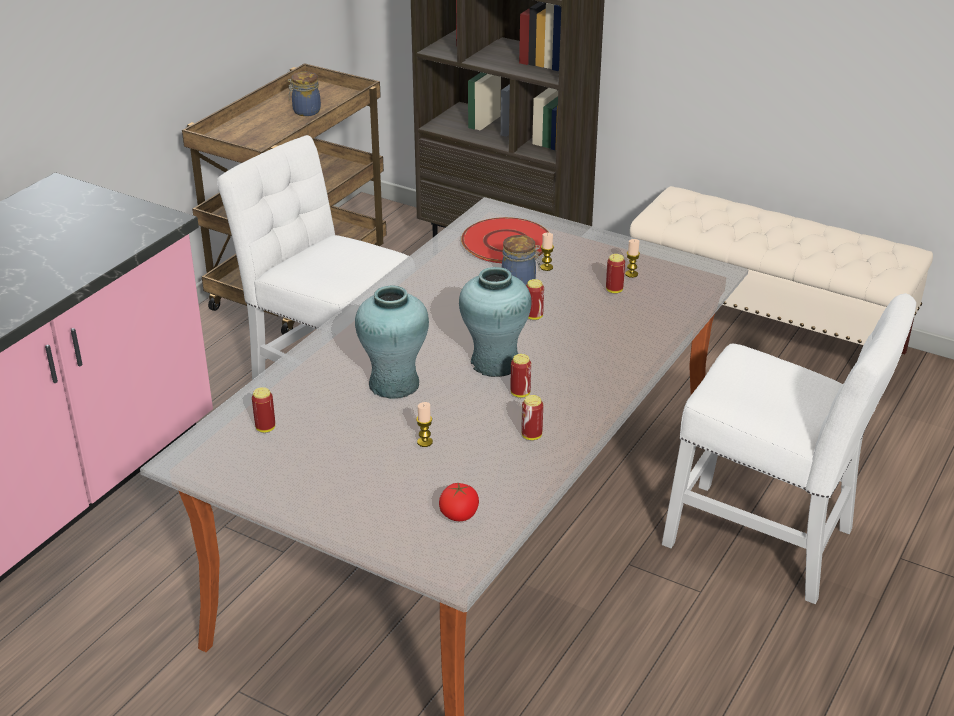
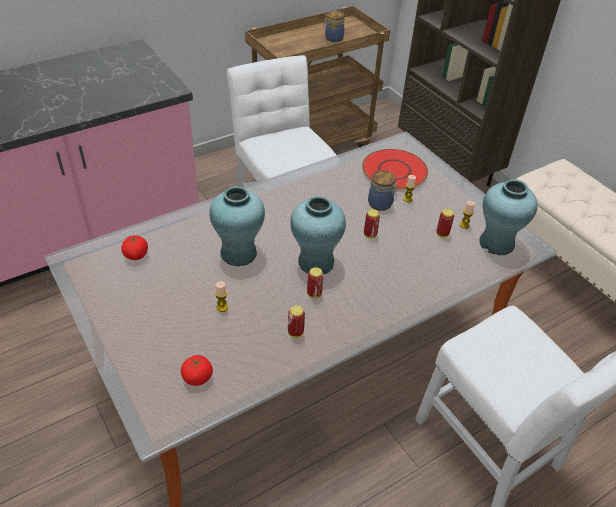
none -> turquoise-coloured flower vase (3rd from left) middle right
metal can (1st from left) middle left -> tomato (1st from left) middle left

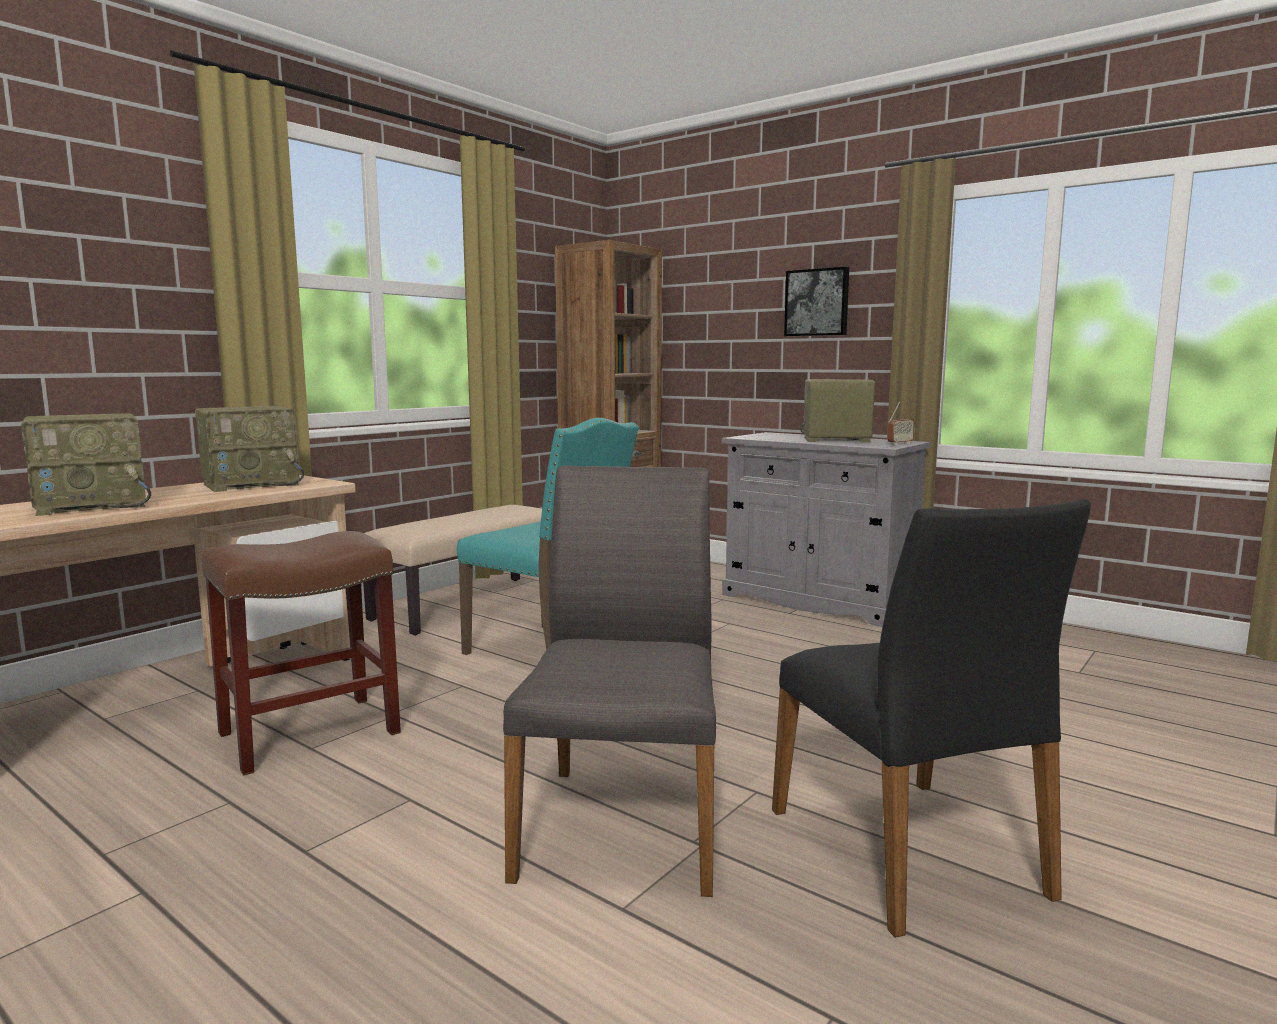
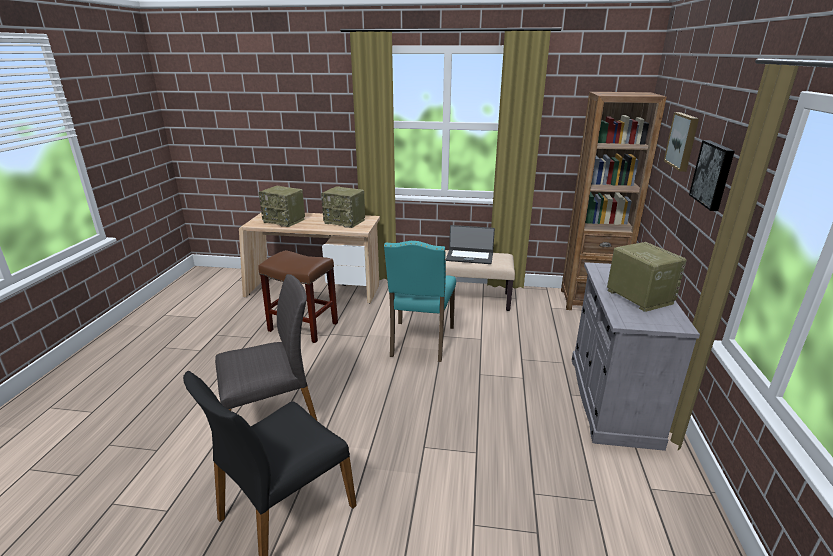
radio set (4th from left) middle right -> none
none -> portable computer centre
none -> picture (1st from left) top right

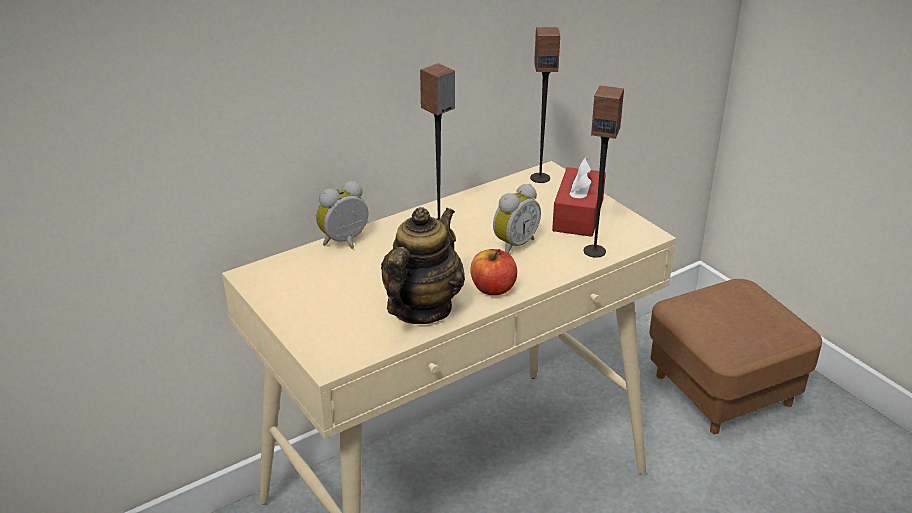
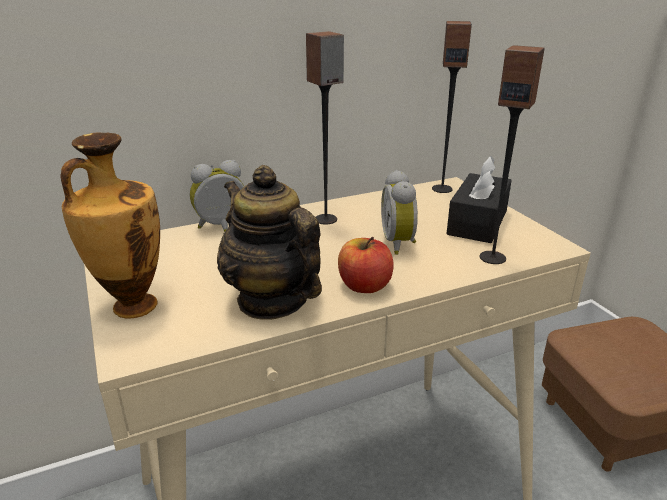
none -> flower vase middle left
red box of tissues centre -> blackish box of tissues middle right
tea pot centre, 75 degrees counterclockwise
bedside clock (2nd from left) centre, 120 degrees clockwise

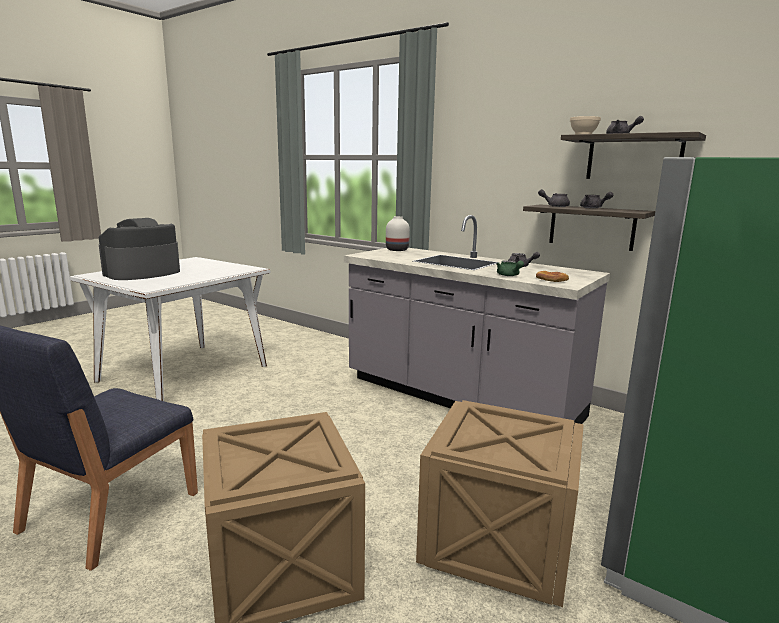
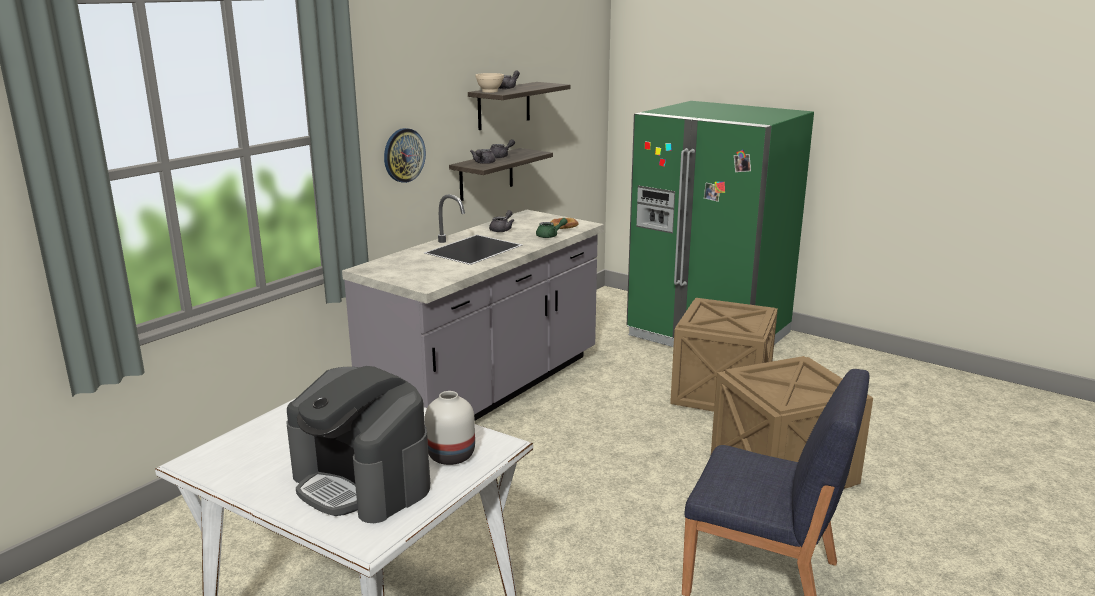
none -> clock on the wall top centre
whitish flower vase centre -> whitish flower vase bottom centre, moved

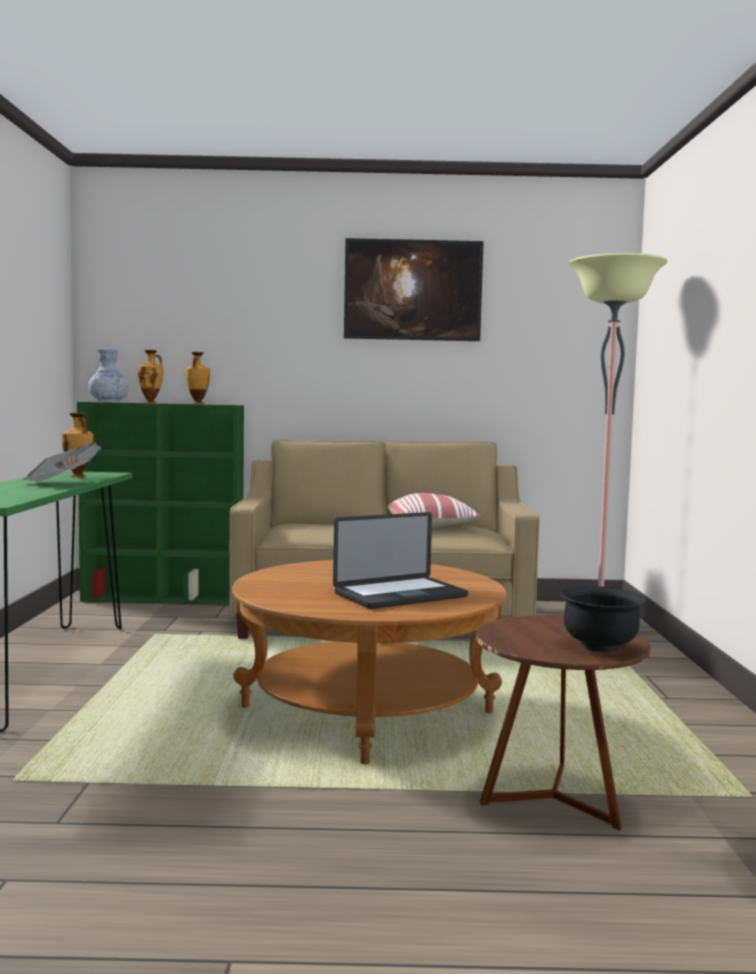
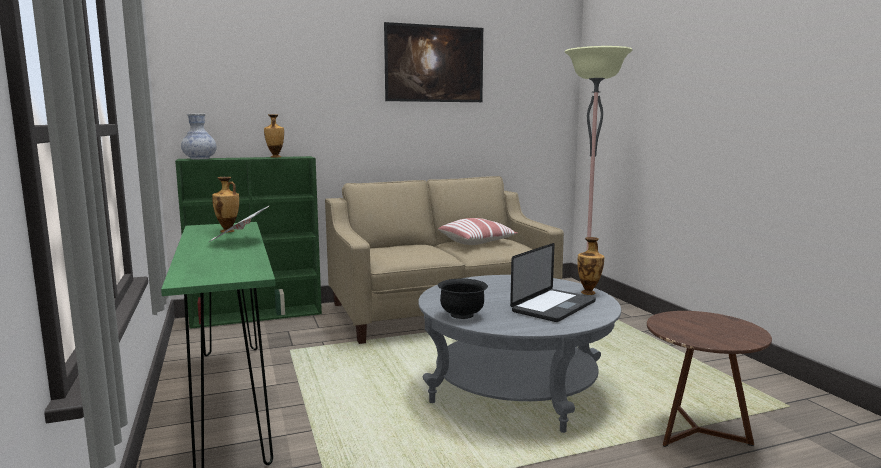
flower vase (3rd from left in the first image) middle left -> flower vase (4th from left) middle right, moved
blackish bowl middle right -> blackish bowl centre, moved
brown-coloured coffee table bottom centre -> gray coffee table bottom centre

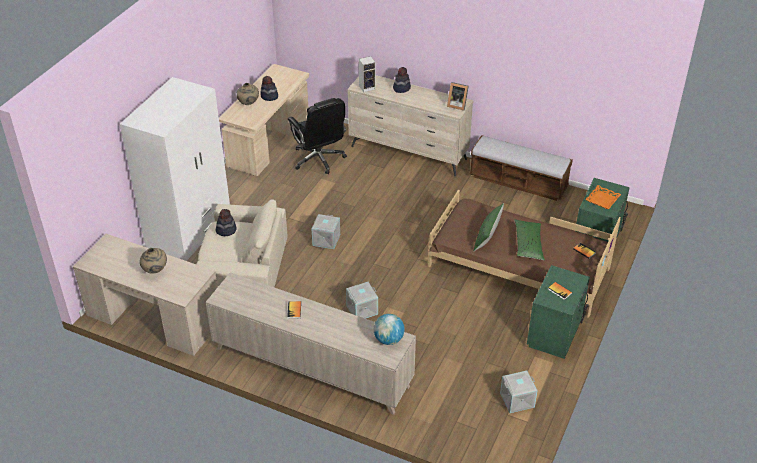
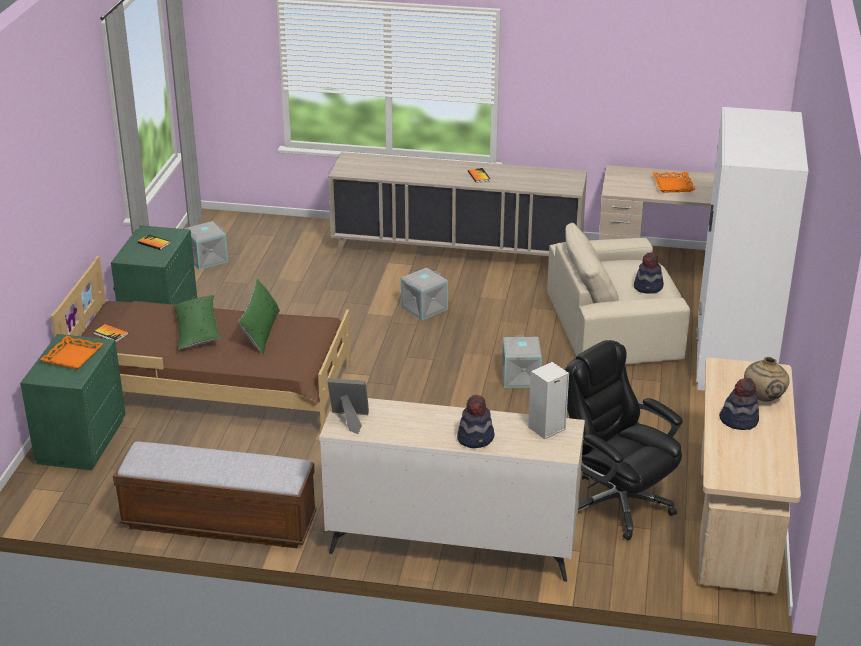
desk globe bottom centre -> none
beige-coloured flower vase (1st from left) middle left -> orange-coloured tray (2nd from left) top right

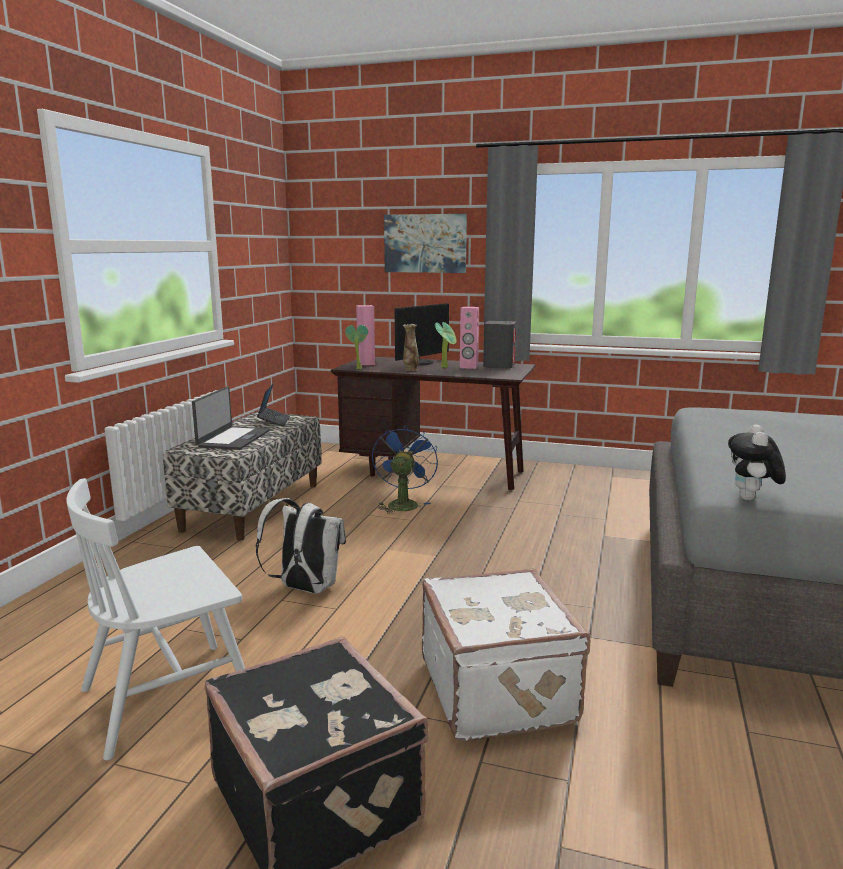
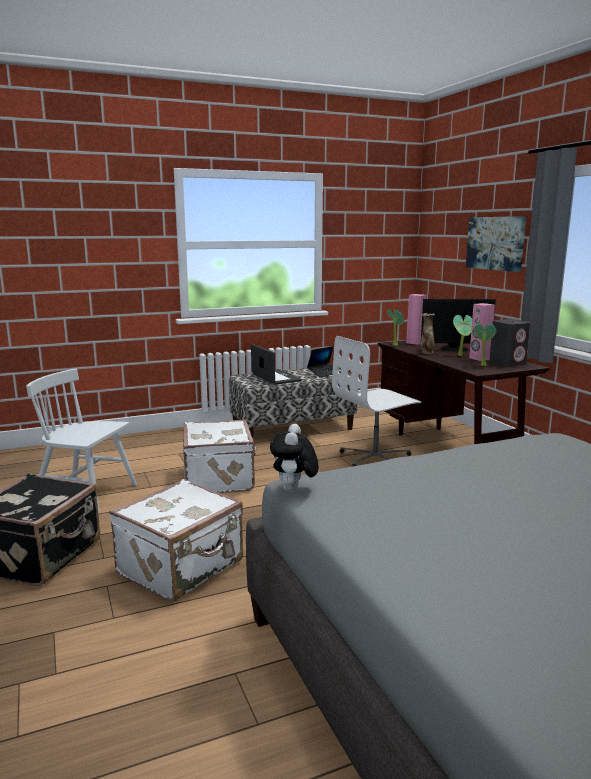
none -> houseplant (3rd from left) middle right
whitish backpack centre -> whitish piece of luggage (2nd from left) centre
blue-coloured cooling fan centre -> whitish desk chair centre
portable computer (1st from left) middle left -> portable computer (1st from left) centre, 90 degrees counterclockwise
plush toy middle right -> plush toy centre, 60 degrees counterclockwise

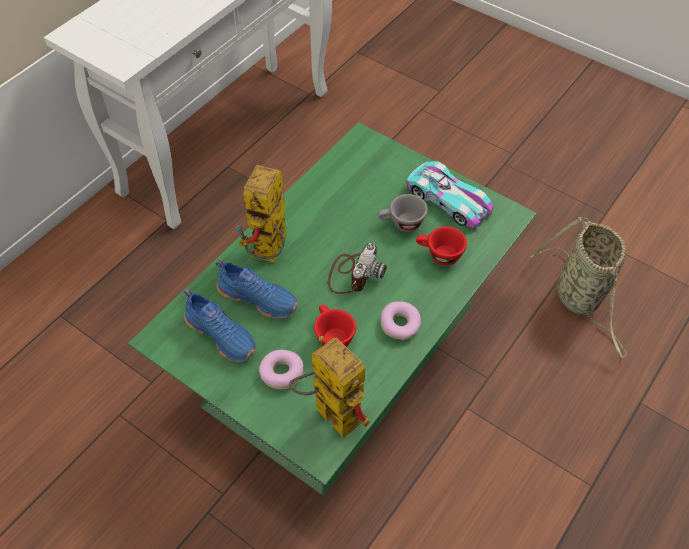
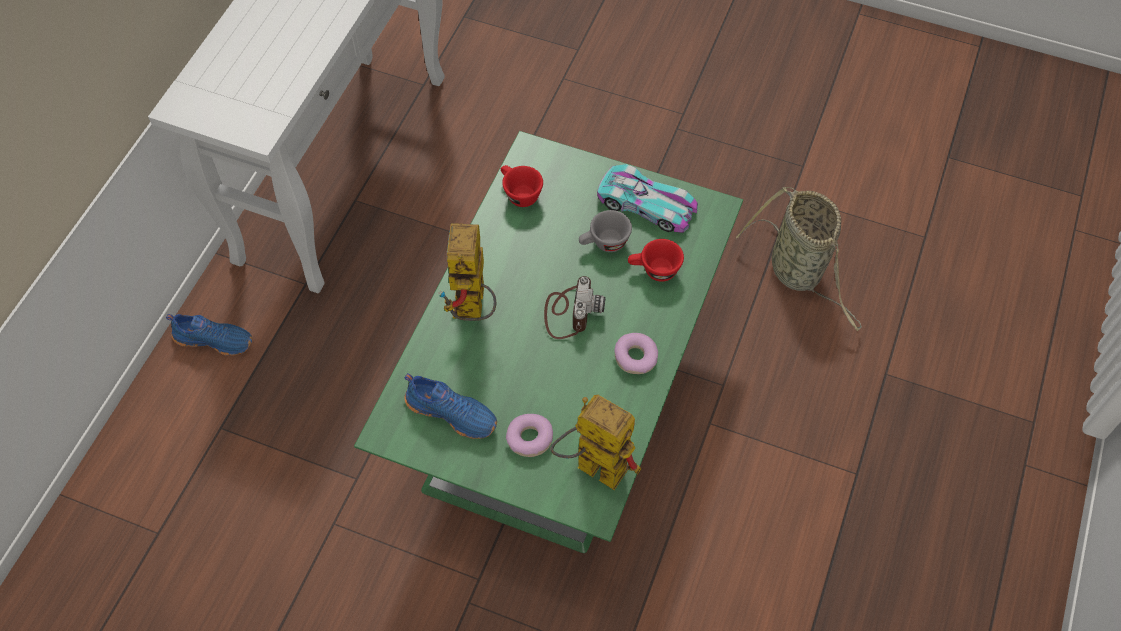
blue-coloured low shoe (2nd from left in the first image) centre -> blue-coloured low shoe (1st from left) middle left, moved
red cup (1st from left) centre -> red cup (1st from left) top centre, moved

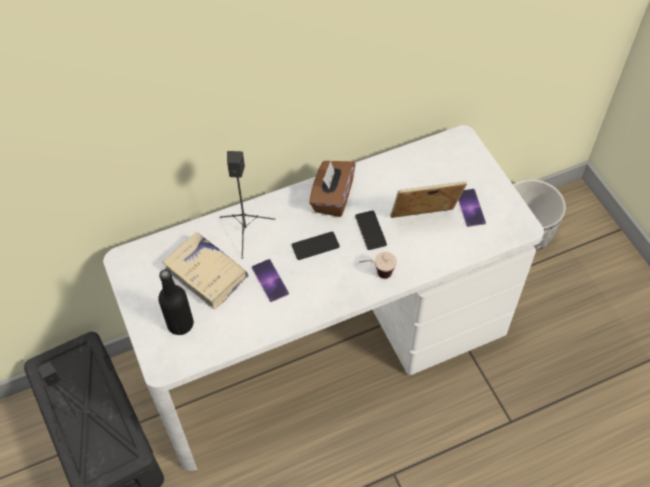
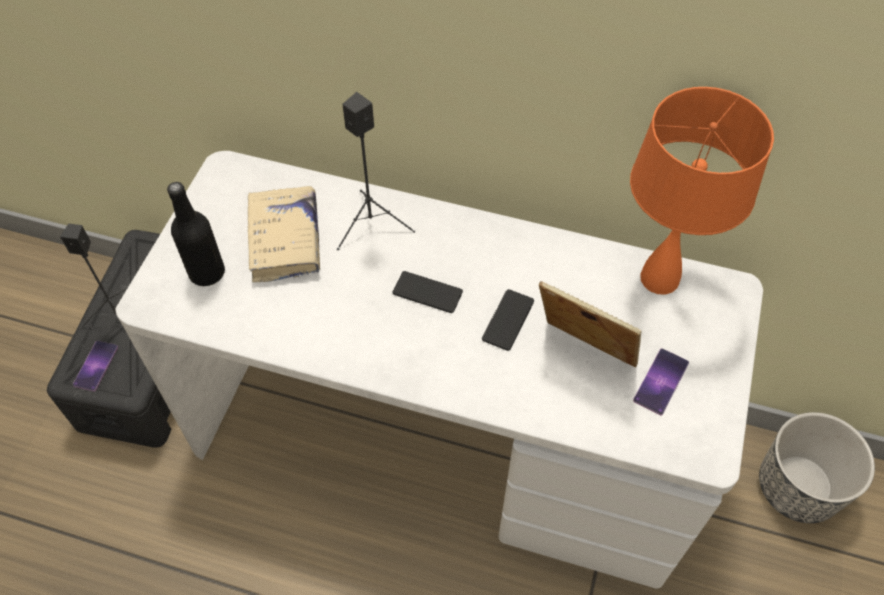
brown-coloured box of tissues centre -> none
cup centre -> none
none -> orange-coloured lamp for a table top right
telephone (1st from left) centre -> telephone (1st from left) middle left, moved

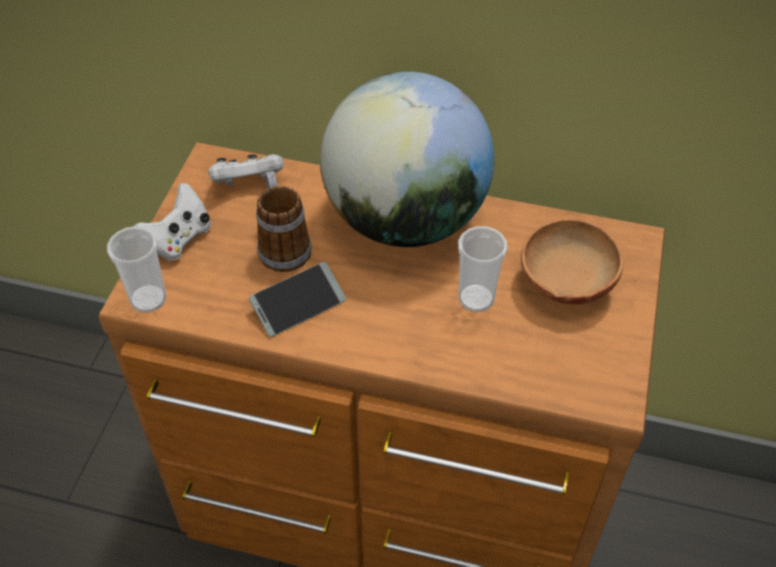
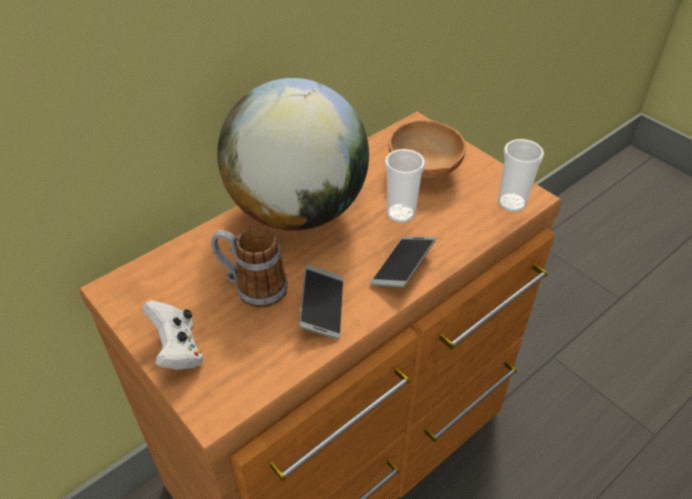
whitish gamepad (2nd from left) top left -> none
none -> telephone (2nd from left) centre
cup (1st from left in the first image) middle left -> cup (2nd from left) middle right, moved

